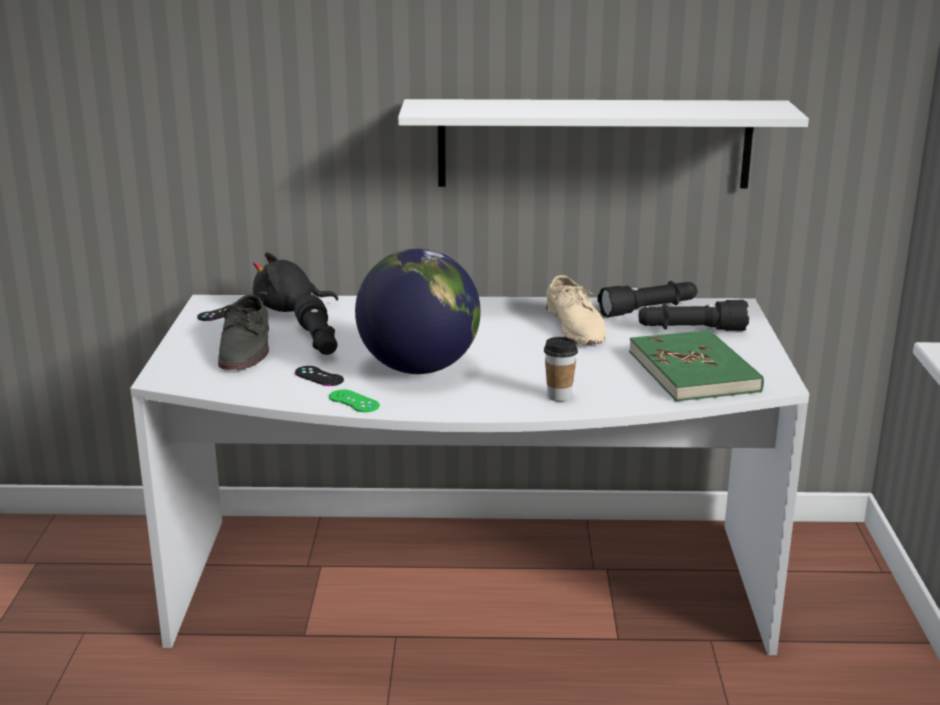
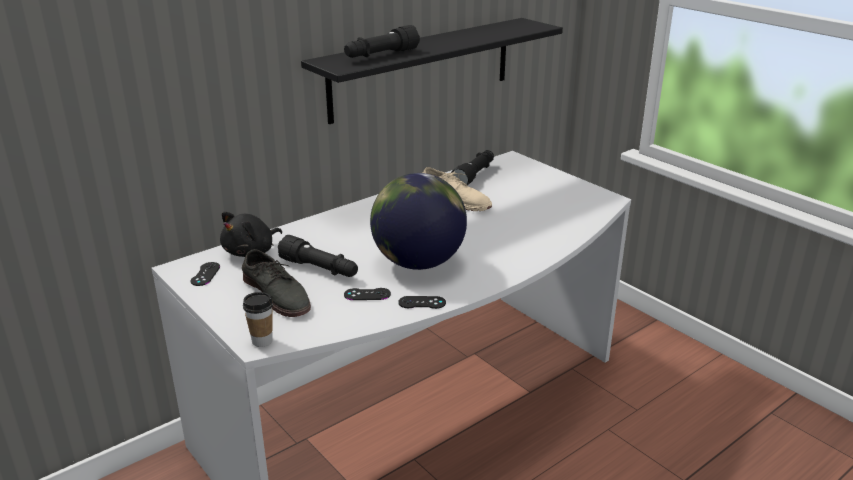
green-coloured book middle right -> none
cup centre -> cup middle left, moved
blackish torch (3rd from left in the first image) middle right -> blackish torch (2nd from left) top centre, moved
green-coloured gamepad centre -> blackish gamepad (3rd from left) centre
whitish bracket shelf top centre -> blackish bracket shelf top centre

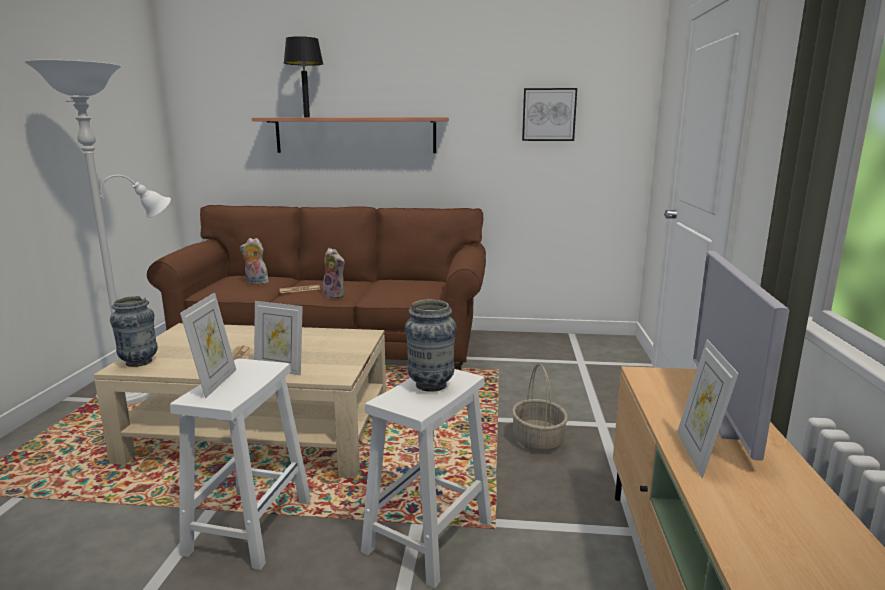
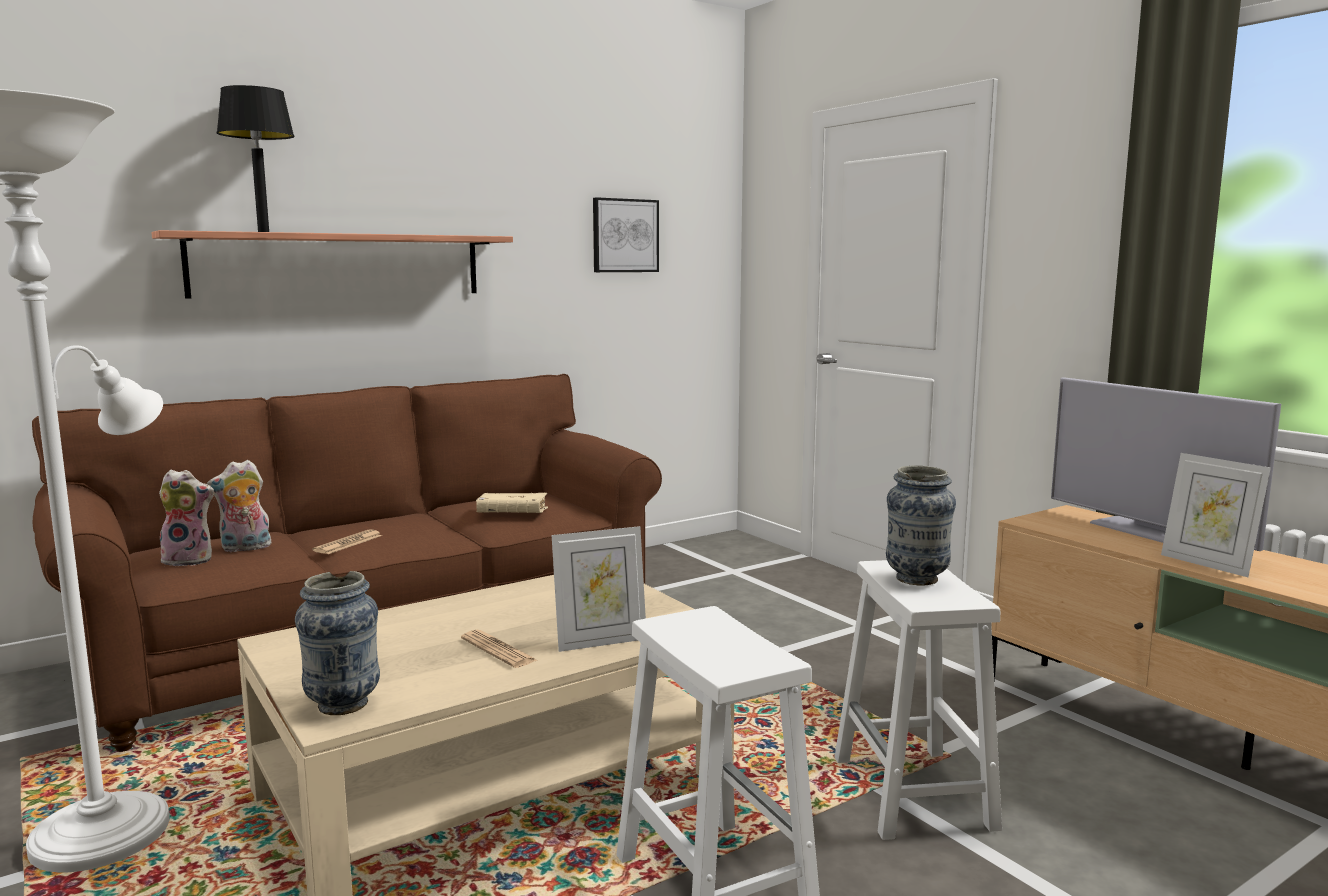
picture frame (1st from left) middle left -> none
household basket bottom centre -> none
none -> beige-coloured book centre
plush toy (2nd from left in the first image) centre -> plush toy (1st from left) middle left, moved

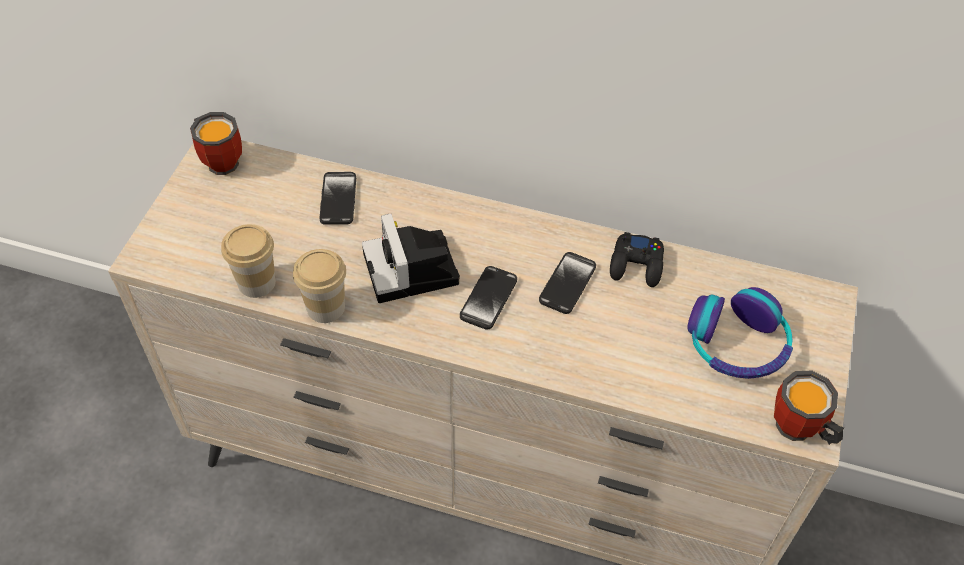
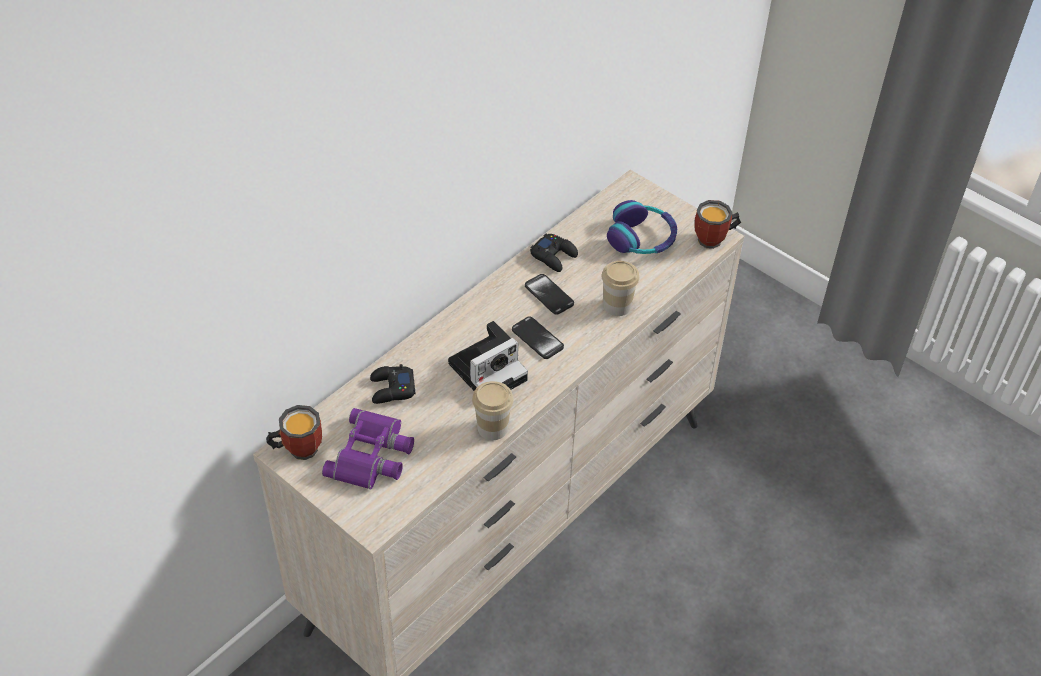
none -> purplish field glasses centre
cup (1st from left in the first image) middle left -> cup (2nd from left) centre, moved
telephone (1st from left) centre -> blackish gamepad (1st from left) centre
still camera centre, 45 degrees counterclockwise

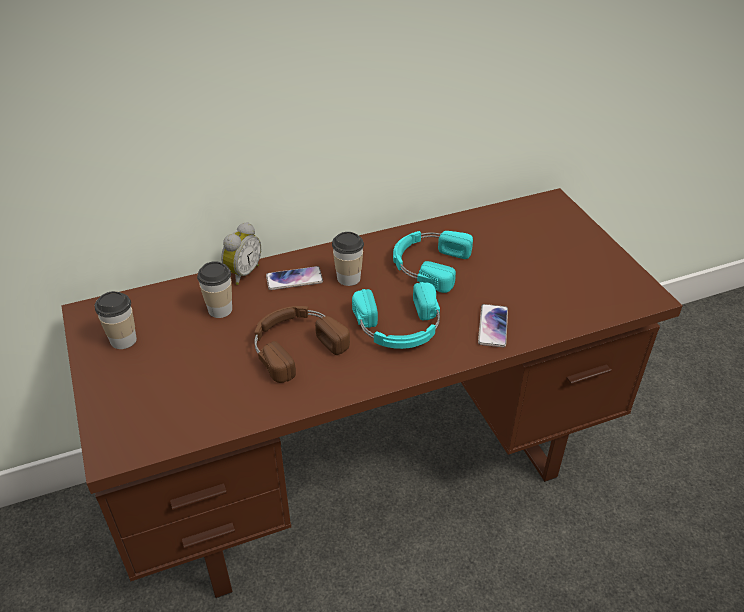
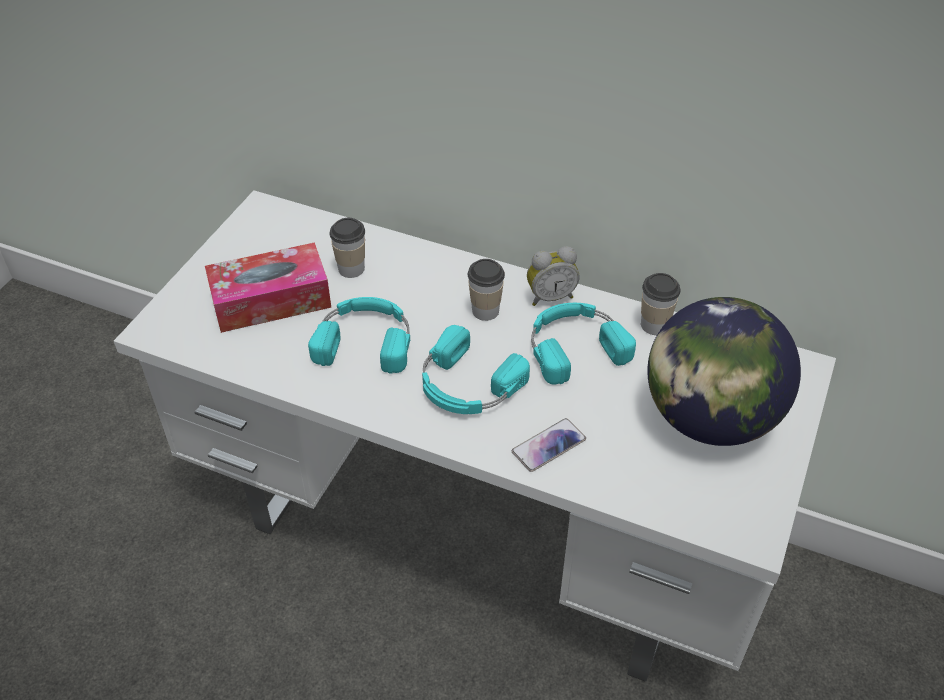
telephone (1st from left) centre -> none
none -> box of tissues middle left
none -> desk globe middle right
cup (1st from left in the first image) middle left -> cup (3rd from left) middle right, moved
bedside clock middle left -> bedside clock centre, moved
brown-coloured desk table centre -> whitish desk table centre
brown-coloured pair of headphones centre -> turquoise-coloured pair of headphones (1st from left) centre

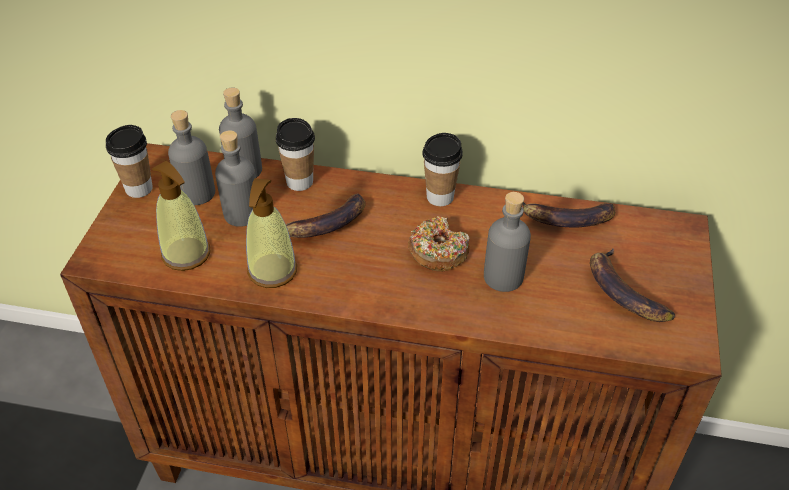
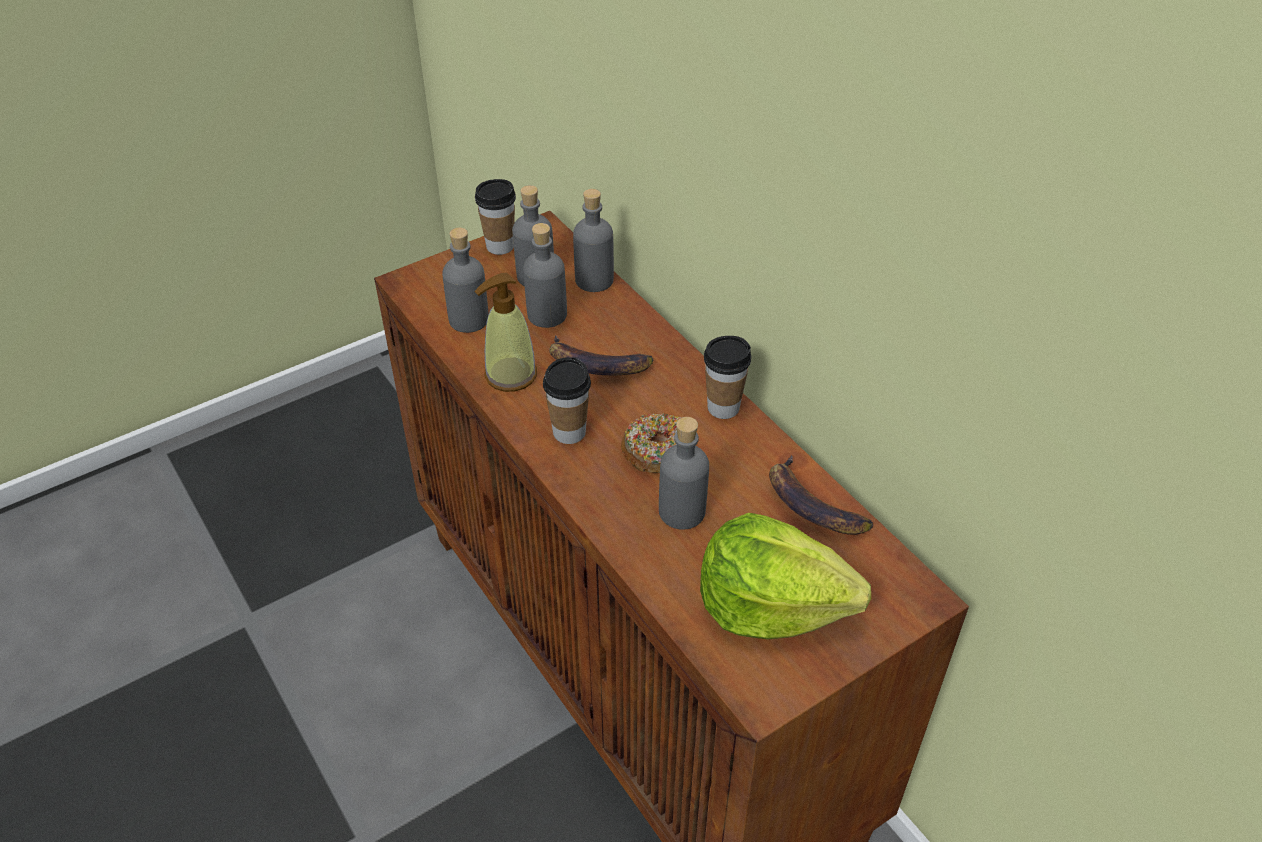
cup (2nd from left) top centre -> cup (2nd from left) centre, moved
soap bottle (1st from left) middle left -> gray bottle (1st from left) top centre
banana fruit (3rd from left) middle right -> head of lettuce bottom centre

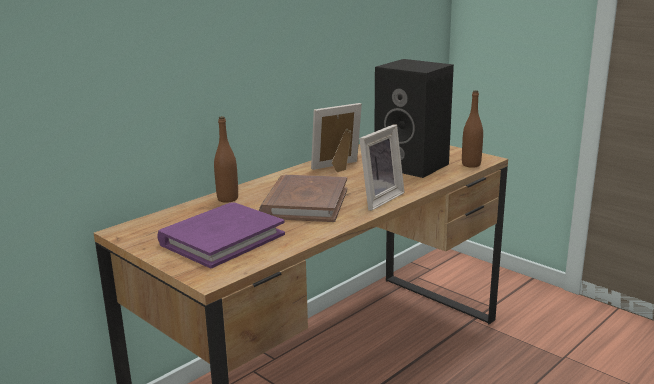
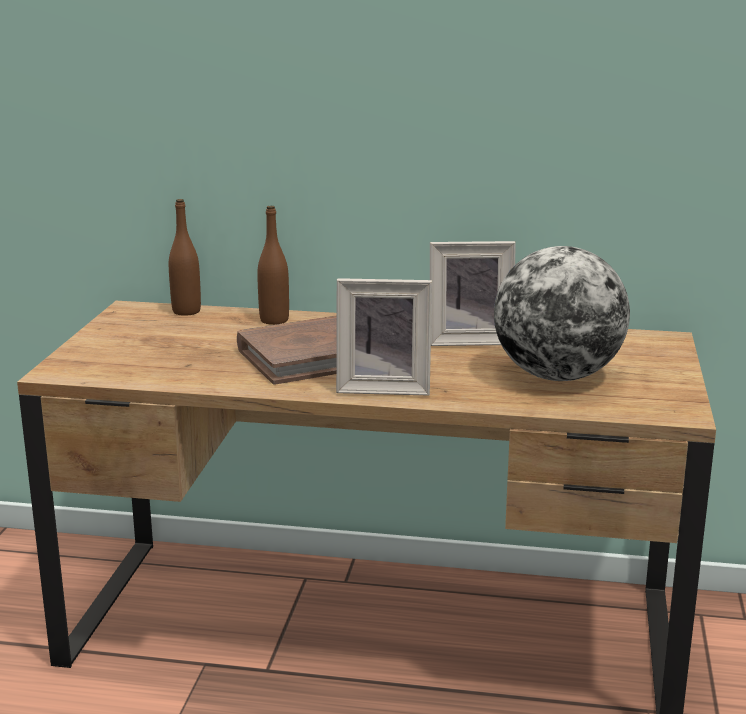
purplish book centre -> none
brown-coloured bottle (2nd from left in the first image) middle right -> brown-coloured bottle (1st from left) middle left, moved
blackish loudspeaker top centre -> desk globe middle right
picture frame (1st from left in the first image) centre -> picture frame (2nd from left) centre, 150 degrees clockwise

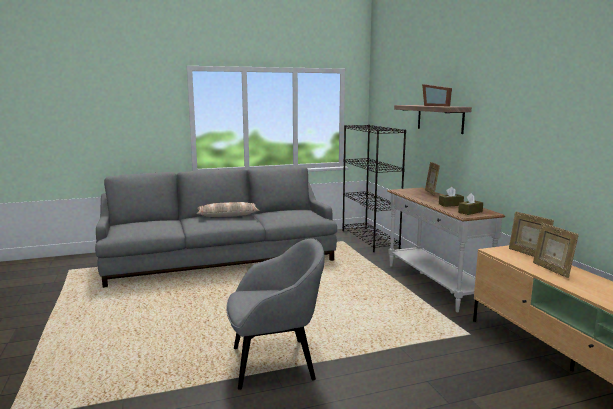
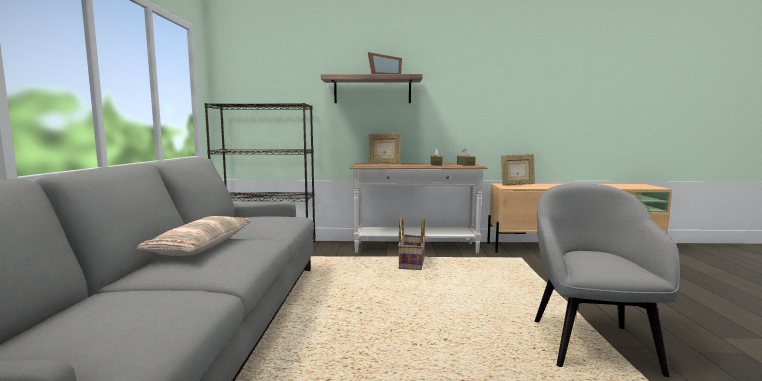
picture frame (4th from left) middle right -> none
none -> household basket centre

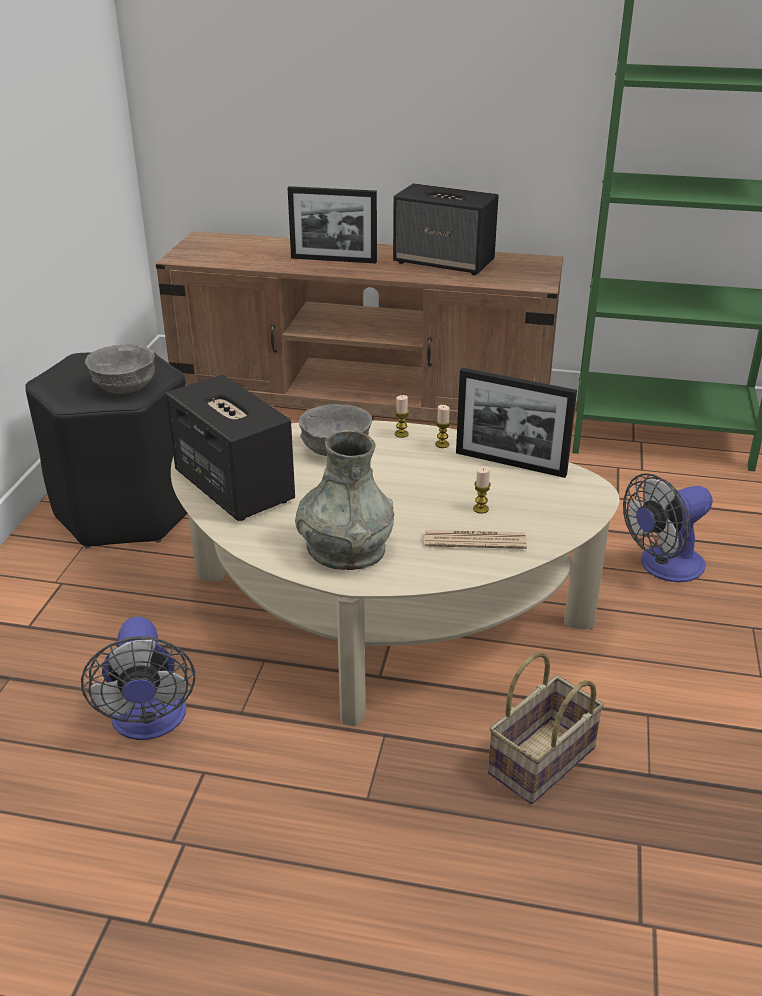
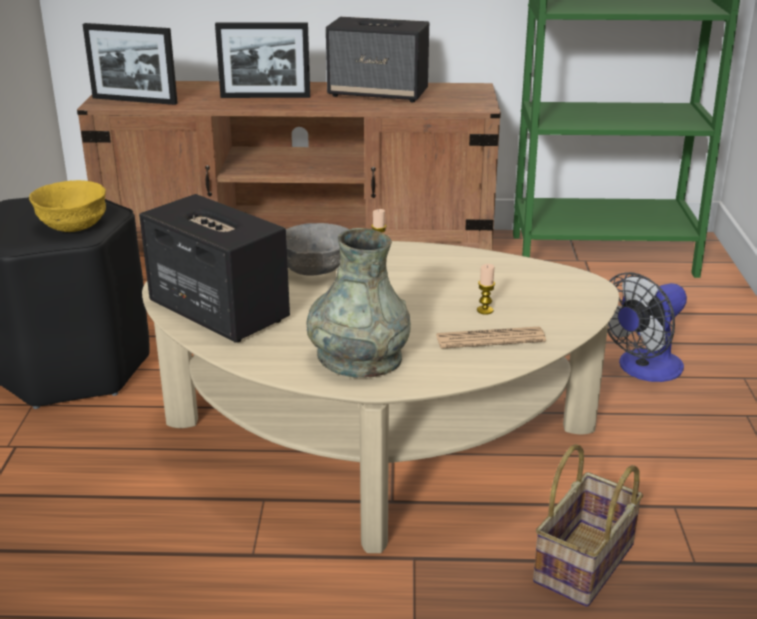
cooling fan (1st from left) bottom left -> none
wax candle (2nd from left) centre -> none
picture frame (2nd from left in the first image) middle right -> picture frame (1st from left) top left, moved
gray bowl (1st from left) middle left -> yellowish bowl top left

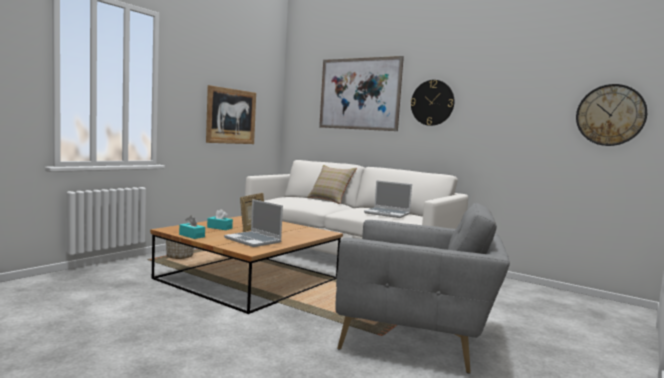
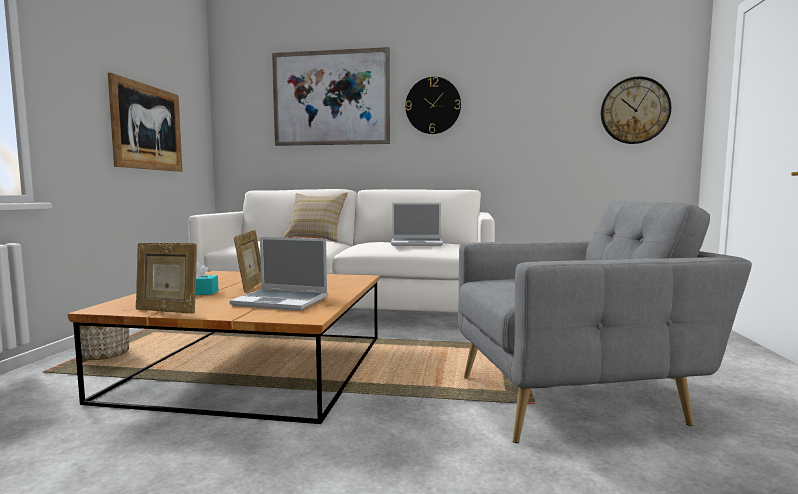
turquoise-coloured box of tissues (1st from left) middle left -> picture frame (1st from left) middle left

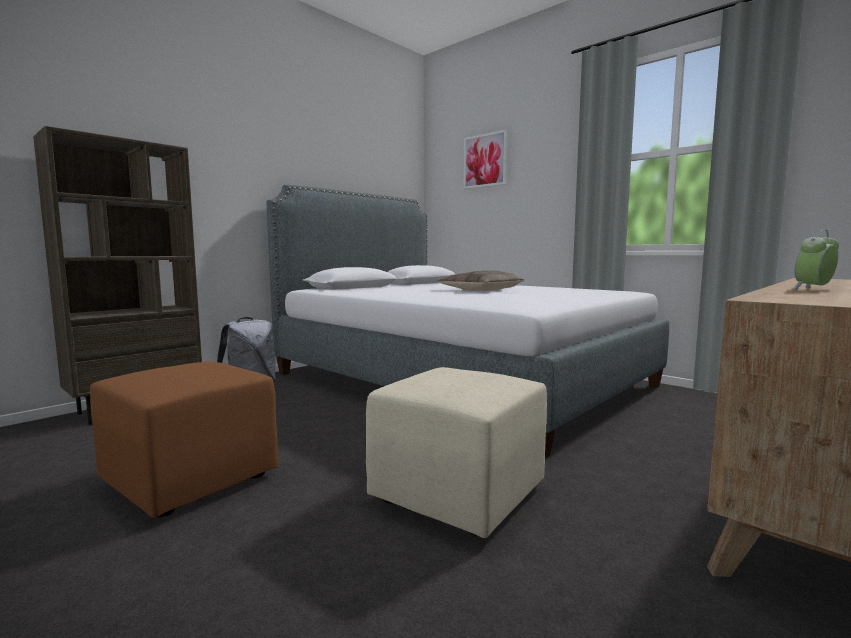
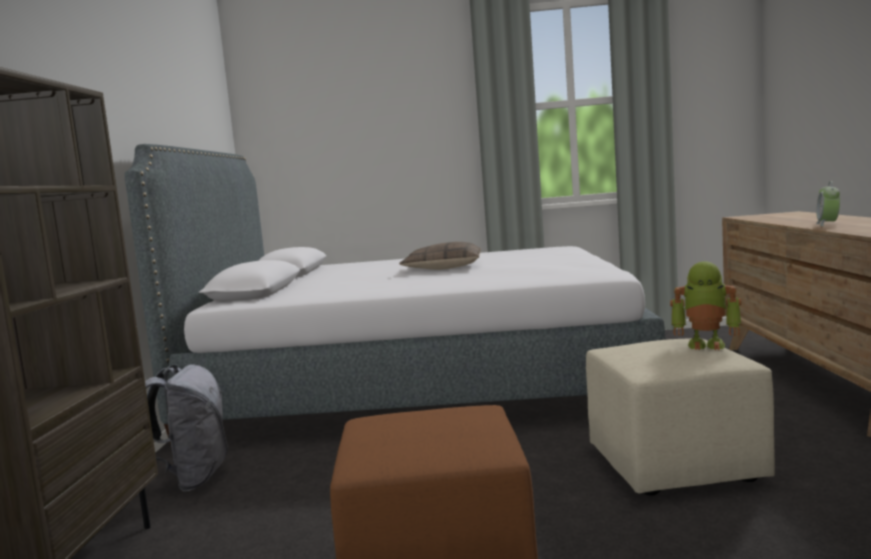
picture top centre -> none
none -> model robot middle right

